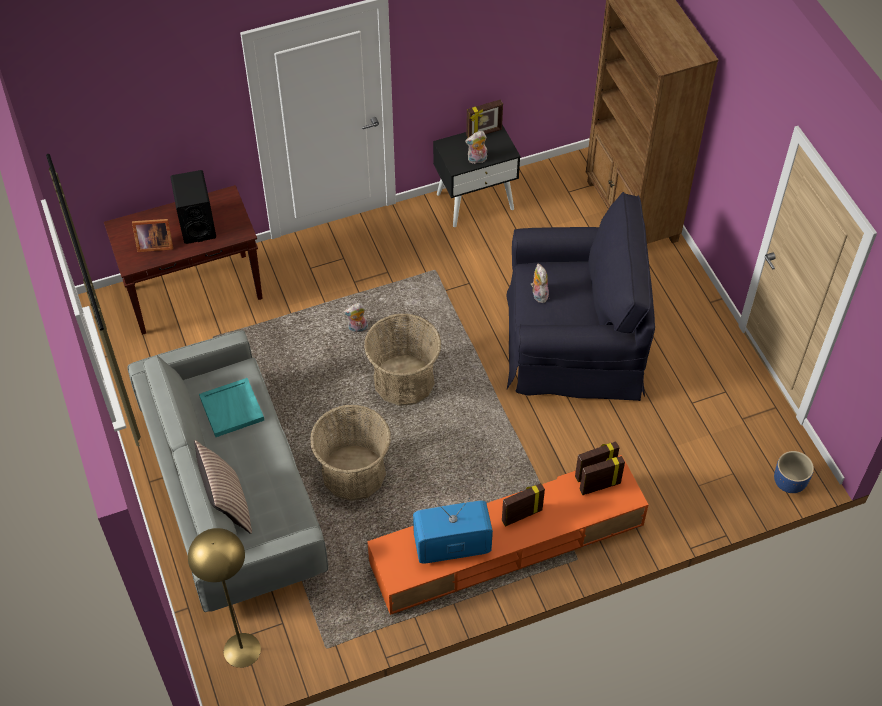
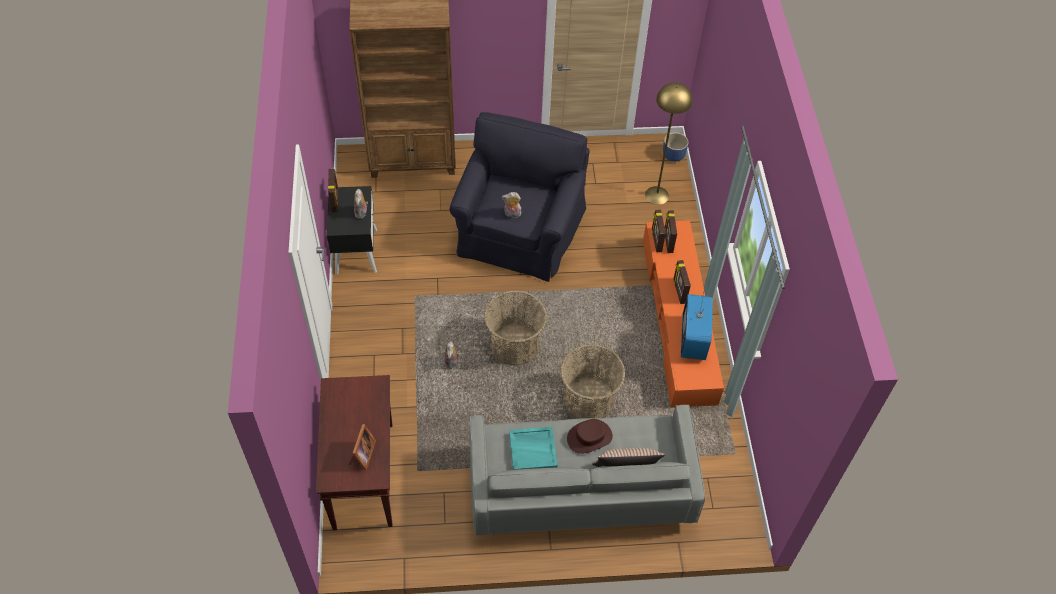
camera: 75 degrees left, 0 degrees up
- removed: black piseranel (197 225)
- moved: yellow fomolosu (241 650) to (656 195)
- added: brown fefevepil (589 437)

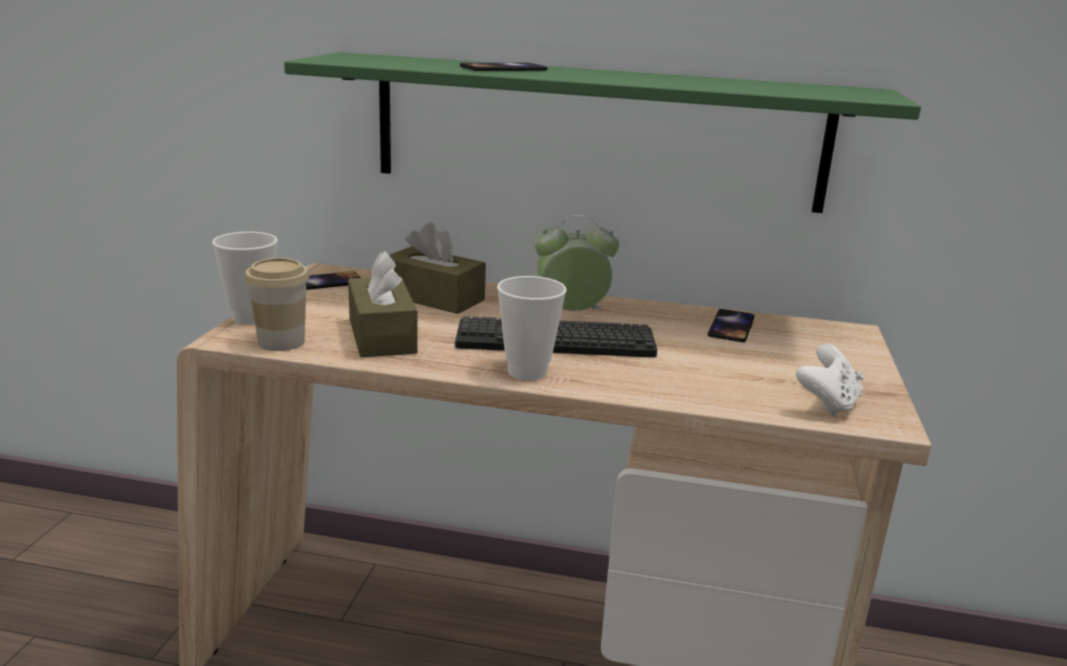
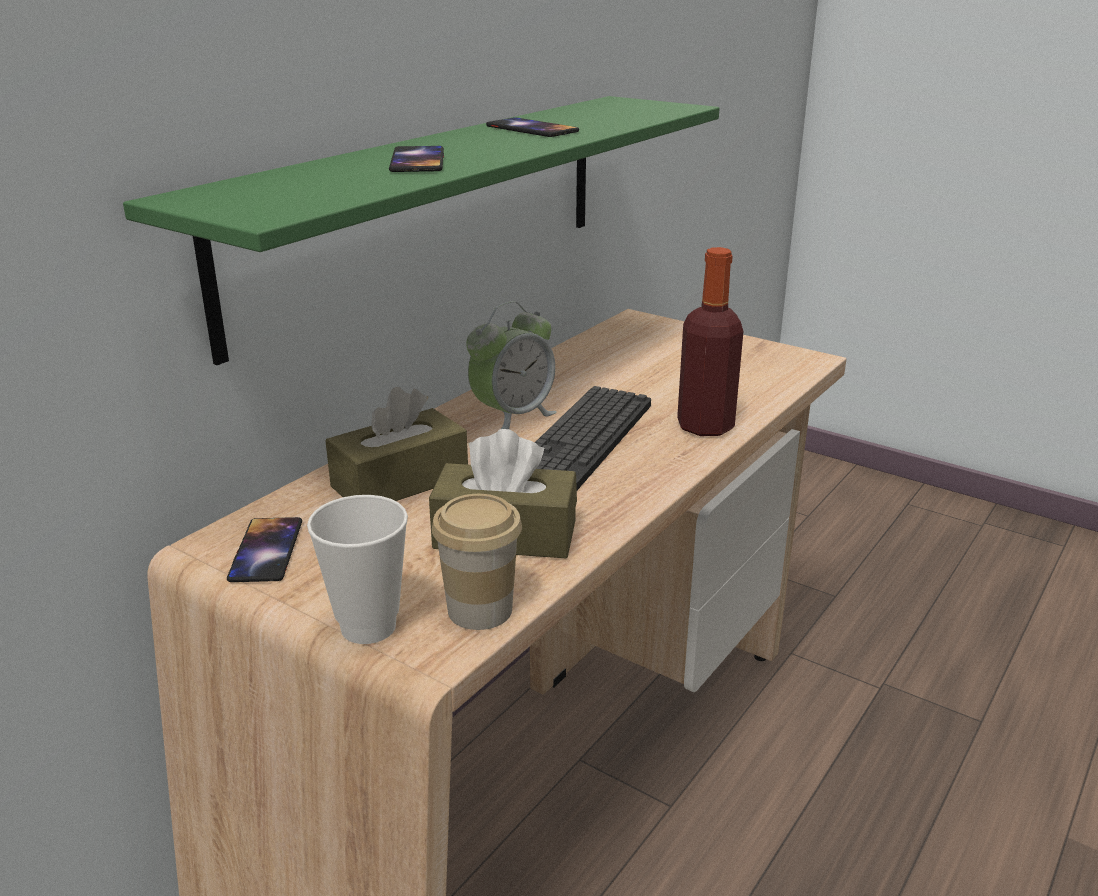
camera: 65 degrees left, 5 degrees up
- removed: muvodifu (527 372)
- turned: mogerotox (571 313) = (513 416) 150 degrees counterclockwise
- moved: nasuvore (731 326) to (532 129)
- removed: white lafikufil (827 404)
- added: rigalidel (705 426)

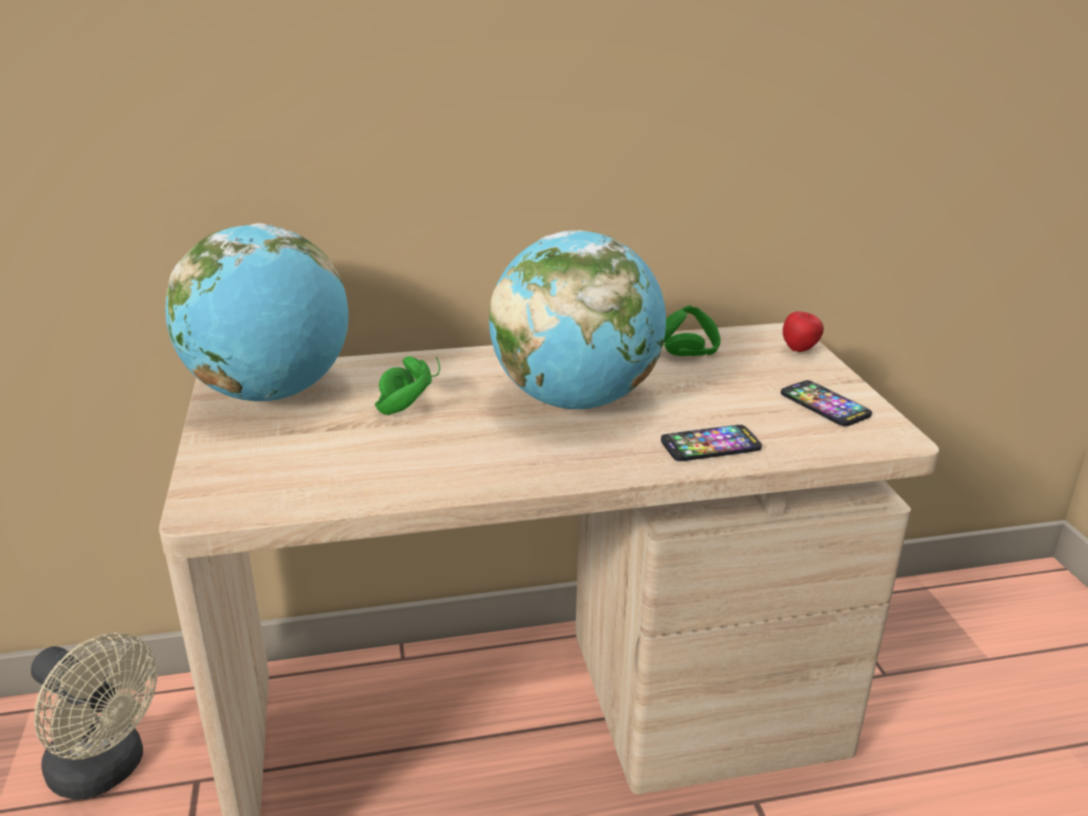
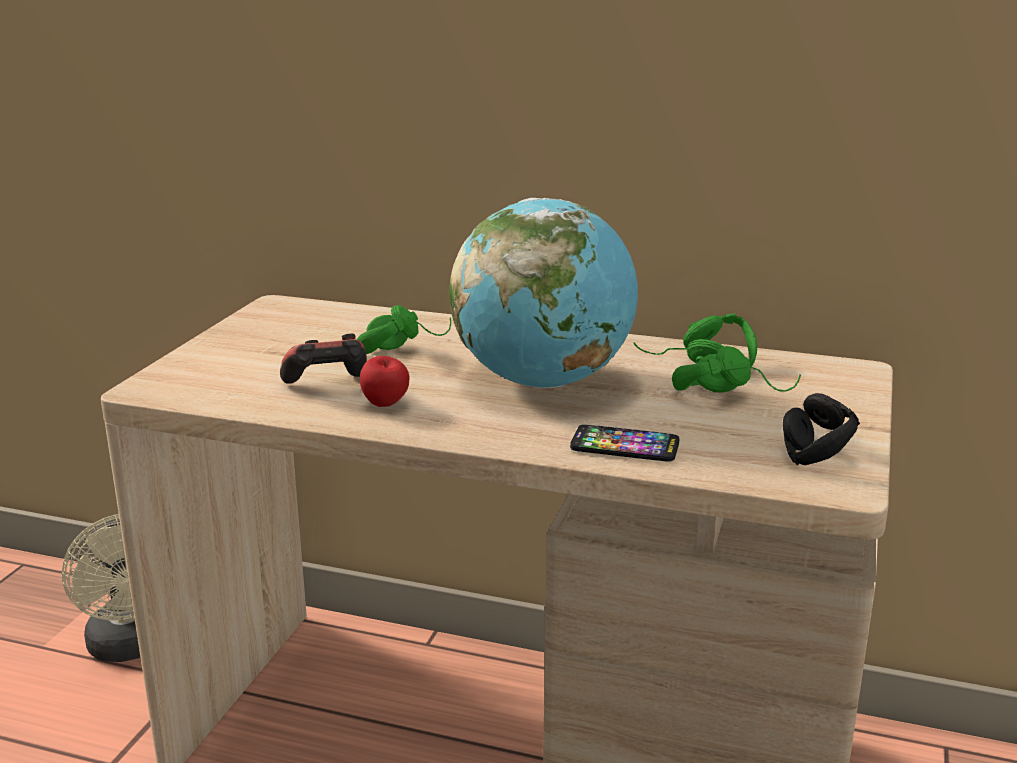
camera: 30 degrees right, 5 degrees down
- removed: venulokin (271 393)
- replaced: nasuvore (824 405) to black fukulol (805 441)
- moved: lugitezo (800 350) to (385 406)
- added: lafikufil (327 386)
- added: green fukulol (731 391)

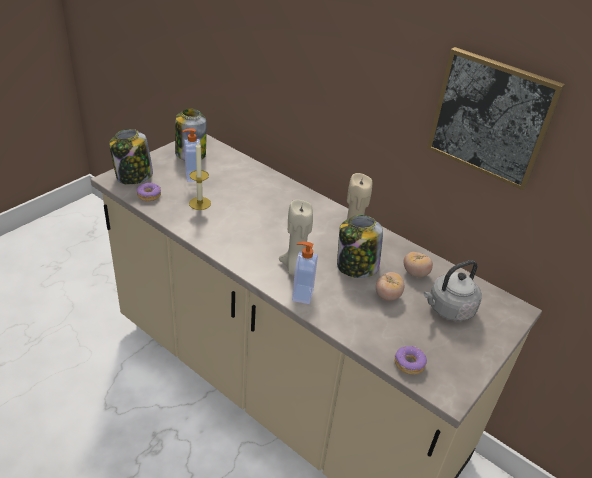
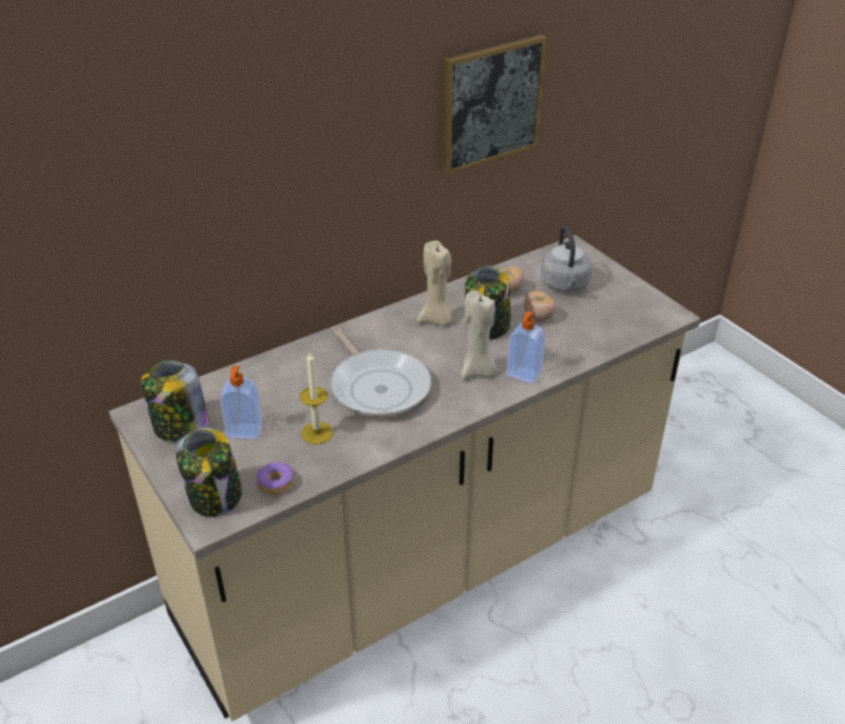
camera: 70 degrees left, 0 degrees up
- removed: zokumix (409 364)
- added: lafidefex (378 386)

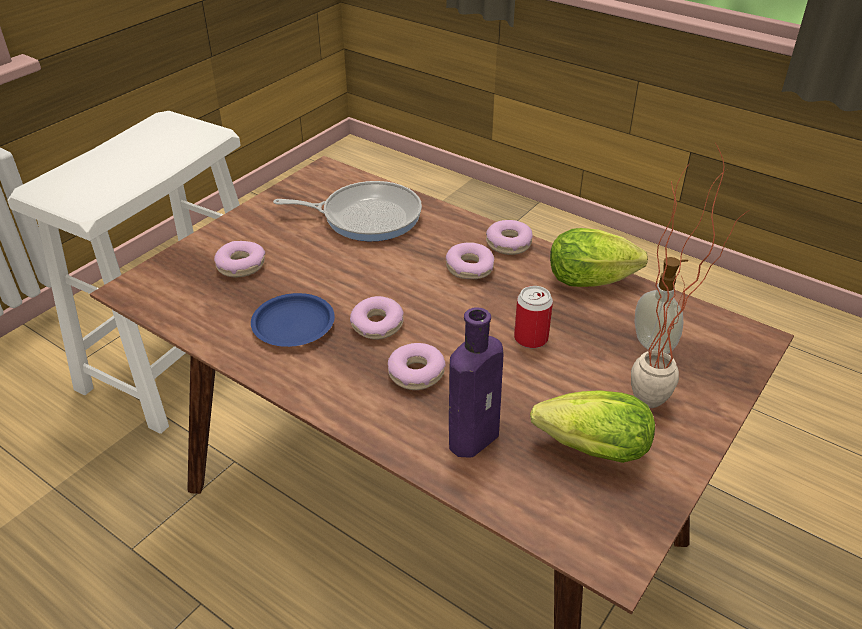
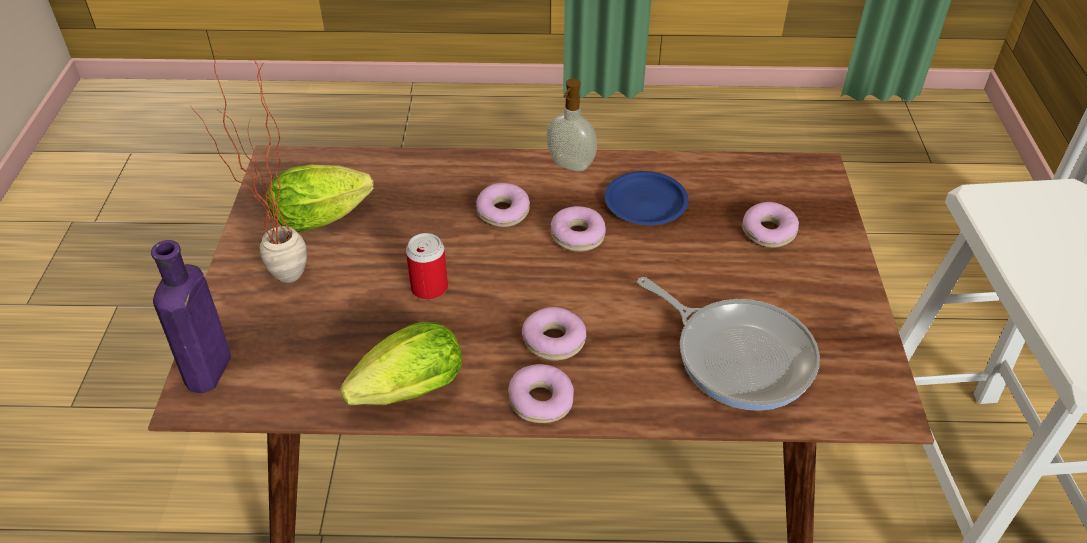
camera: 145 degrees right, 5 degrees up
- turned: lafidefex (366 217) = (738 355) 105 degrees counterclockwise
- moved: purple rigalidel (476 436) to (207 373)
- moved: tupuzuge (654 345) to (570 165)

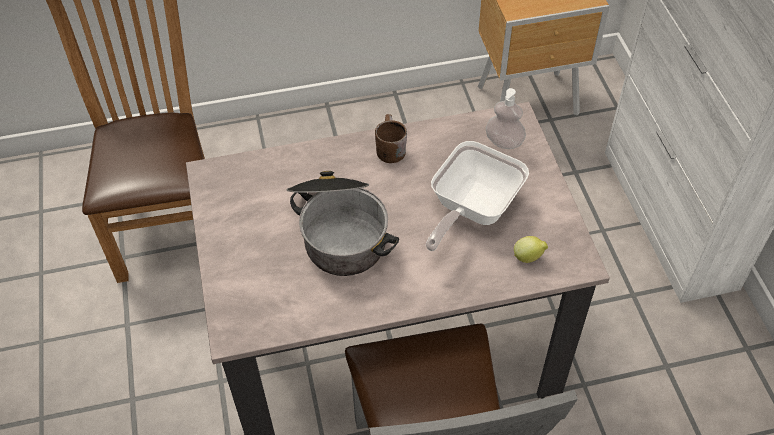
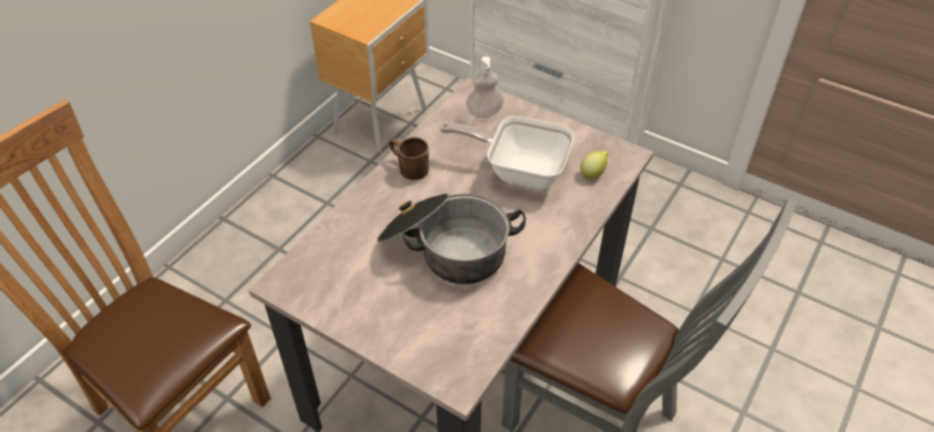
camera: 45 degrees left, 5 degrees down
- turned: lafidefex (471 210) = (519 170) 120 degrees clockwise

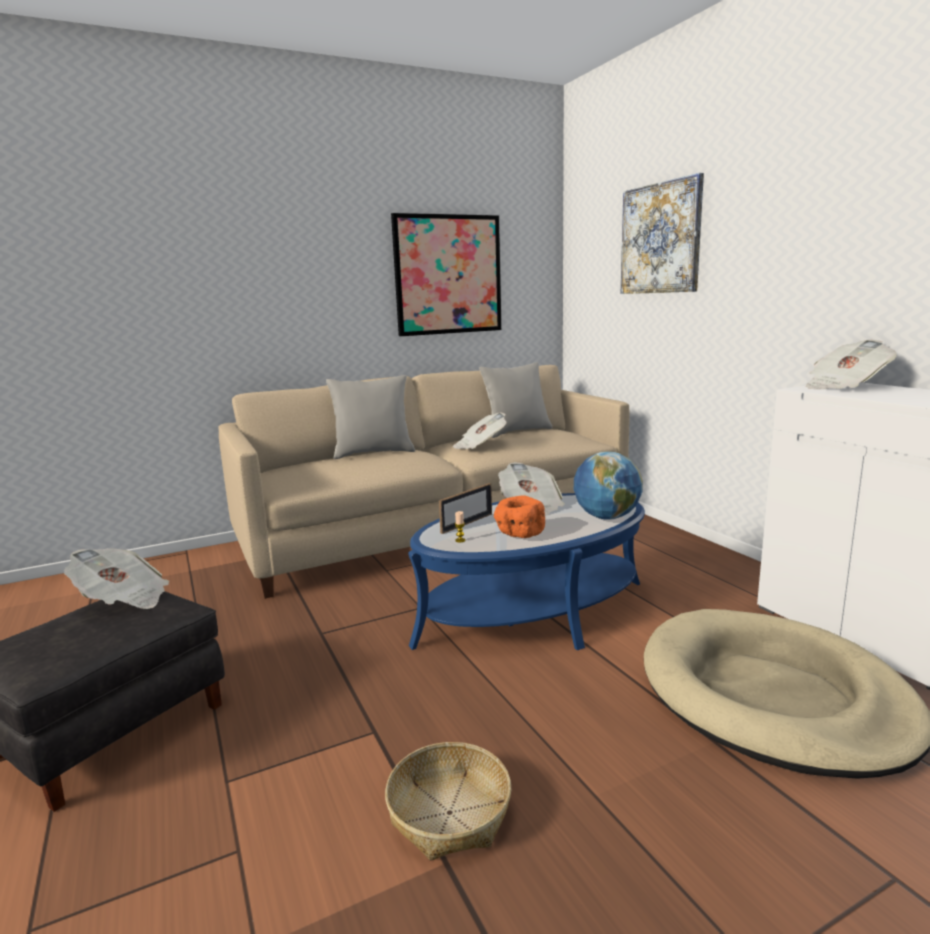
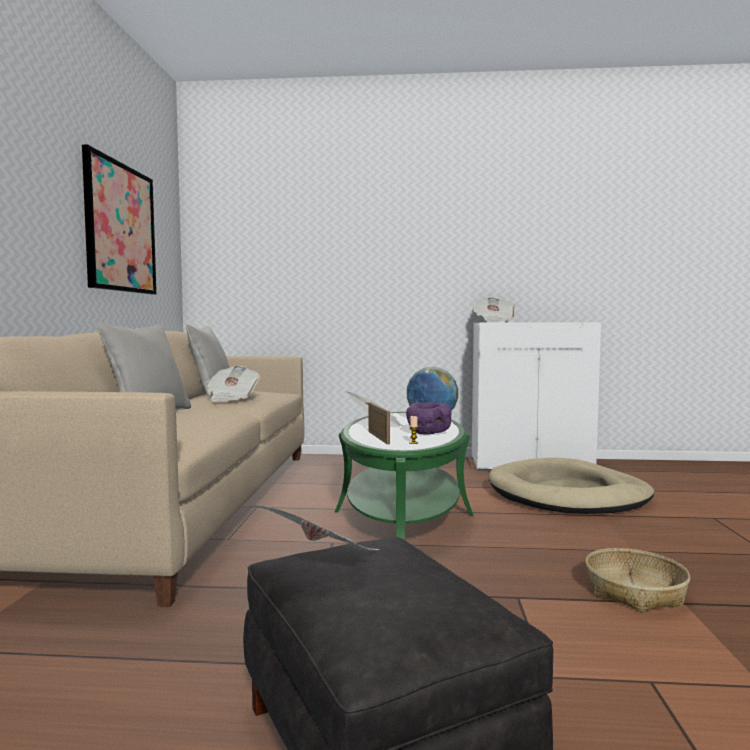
camera: 60 degrees left, 10 degrees down
- recoloured: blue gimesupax (533 612) to green gimesupax (403 513)
- recoloured: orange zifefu (519 534) to purple zifefu (427 433)
- removed: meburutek (660 239)

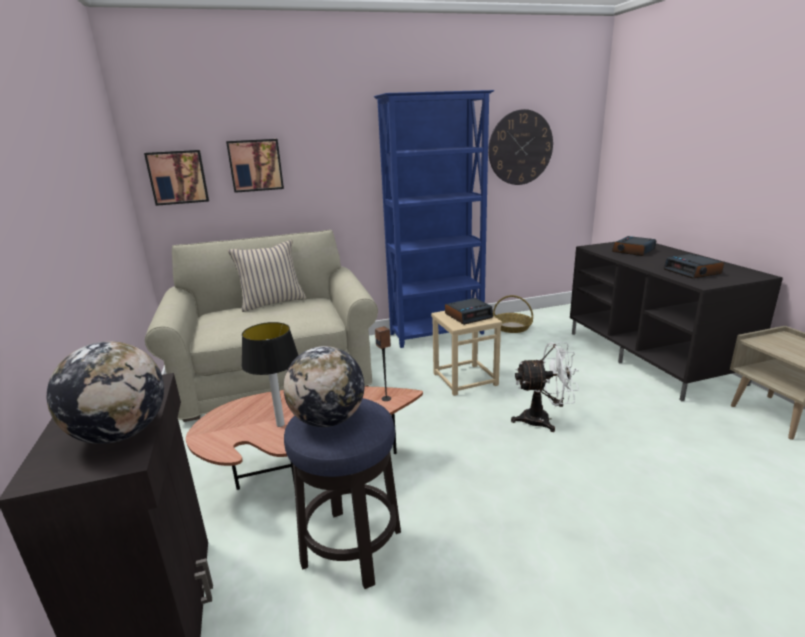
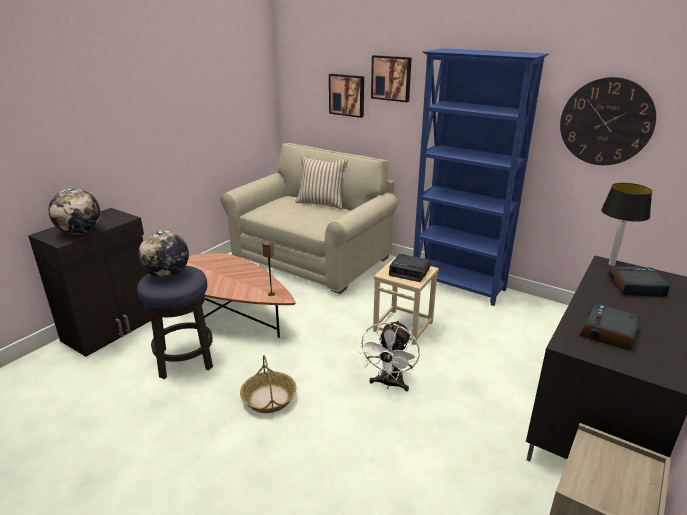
camera: 50 degrees right, 5 degrees up
- moved: meburutek (178 177) to (391 78)
- moved: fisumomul (280 424) to (611 264)
- moved: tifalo (511 327) to (268 398)
- turned: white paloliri (543 420) = (389 384) 60 degrees clockwise

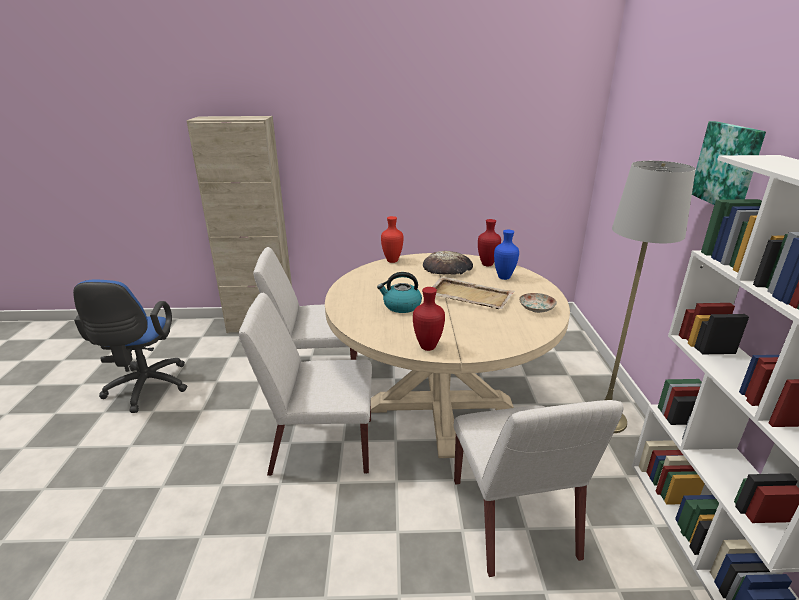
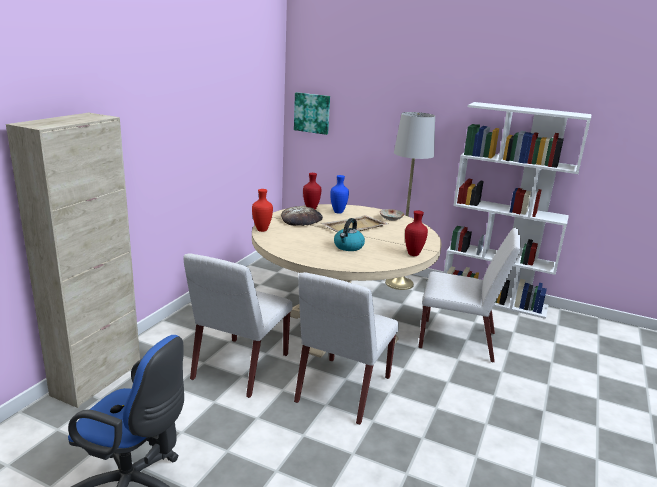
camera: 65 degrees left, 5 degrees down
- moved: meburutek (728 165) to (312 113)

